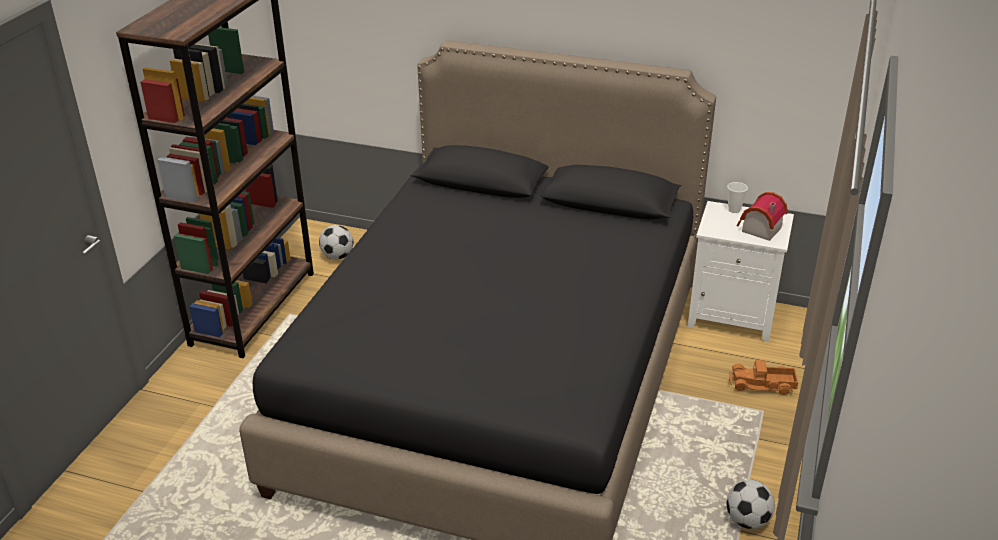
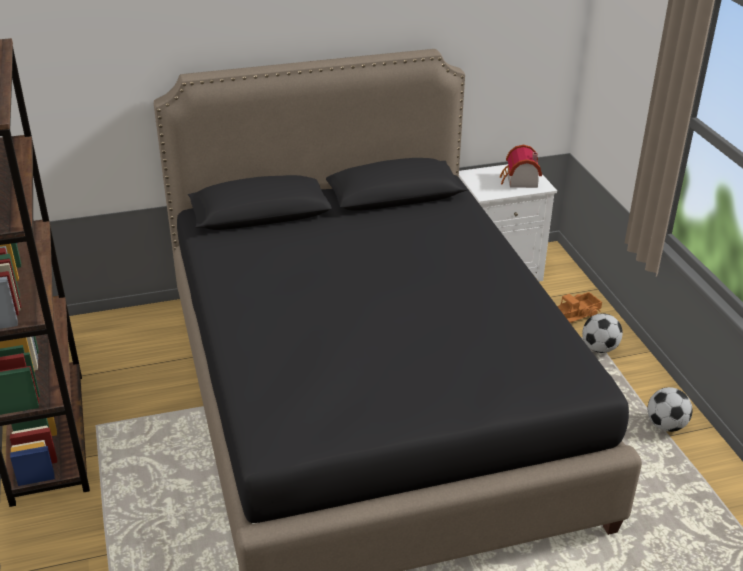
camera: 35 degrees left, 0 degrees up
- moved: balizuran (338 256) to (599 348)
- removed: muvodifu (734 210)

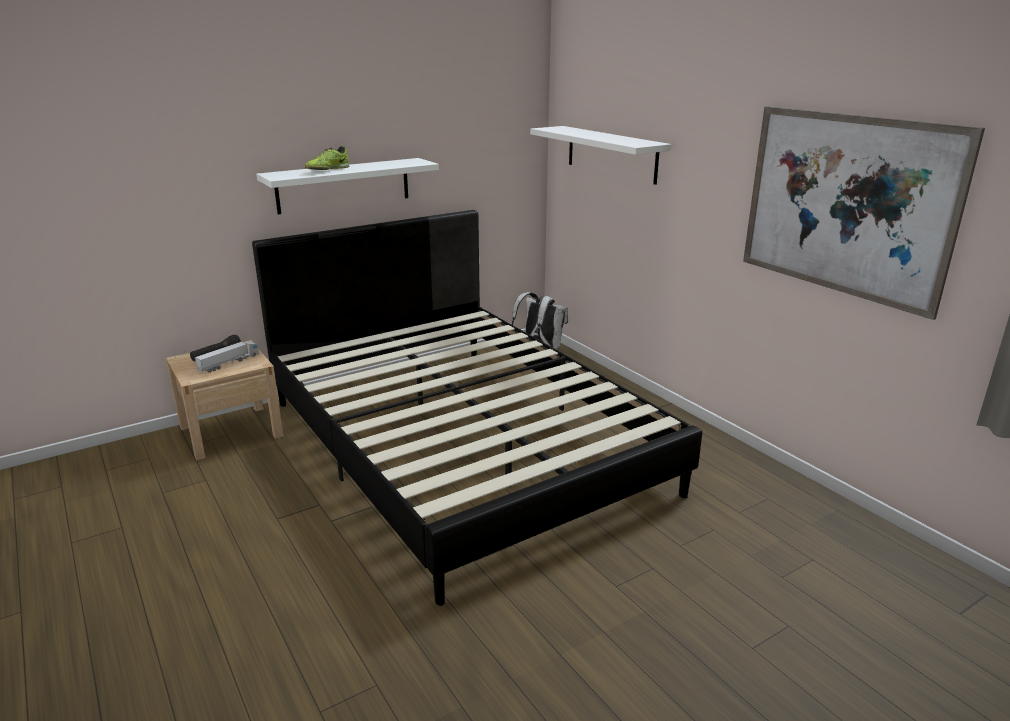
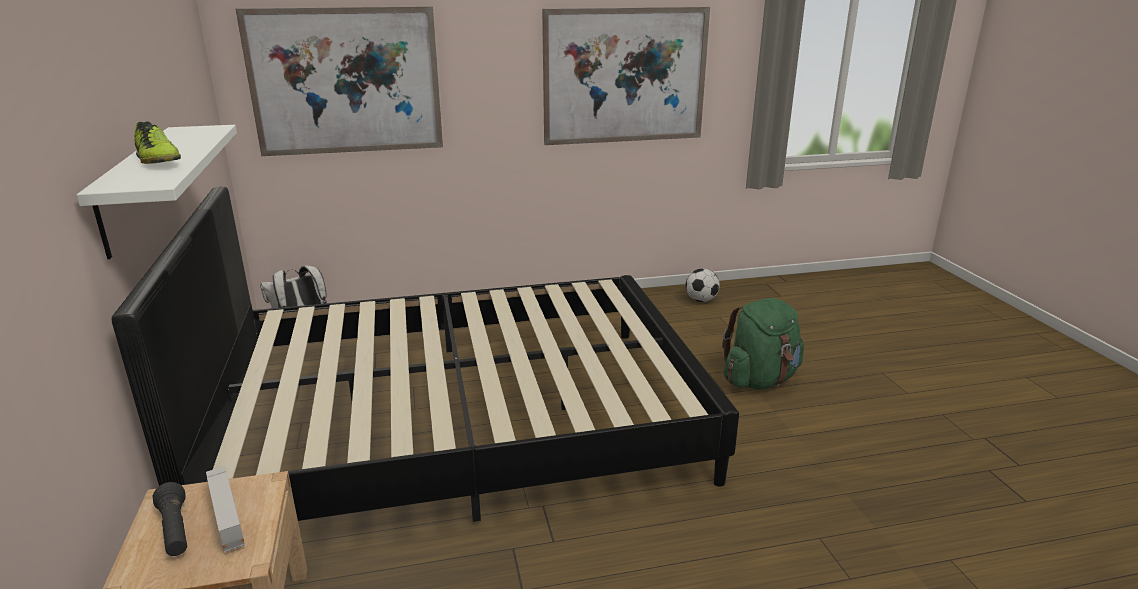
camera: 70 degrees left, 0 degrees up
- replaced: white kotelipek (611 154) to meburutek (346 82)
- added: balizuran (701 300)
- added: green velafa (760 380)

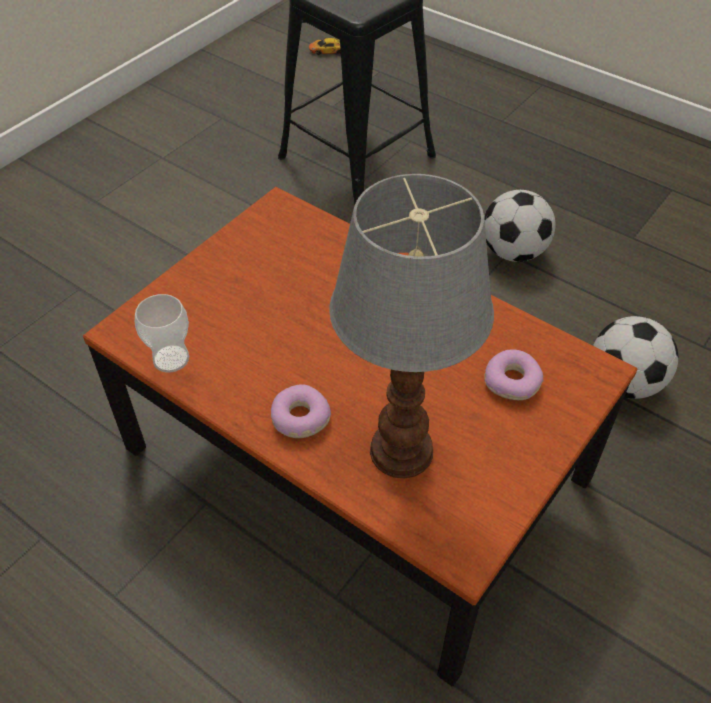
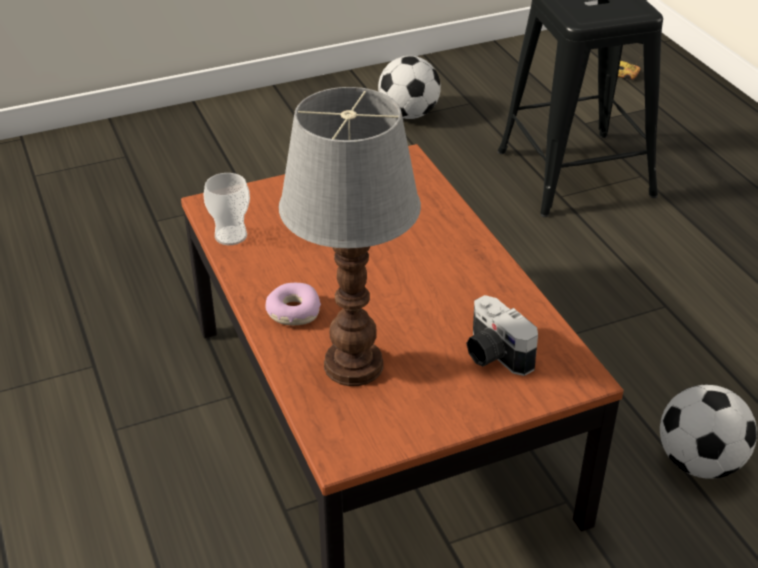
camera: 30 degrees right, 10 degrees down
- moved: balizuran (513 252) to (408 114)
- replaced: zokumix (512 381) to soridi (494 355)

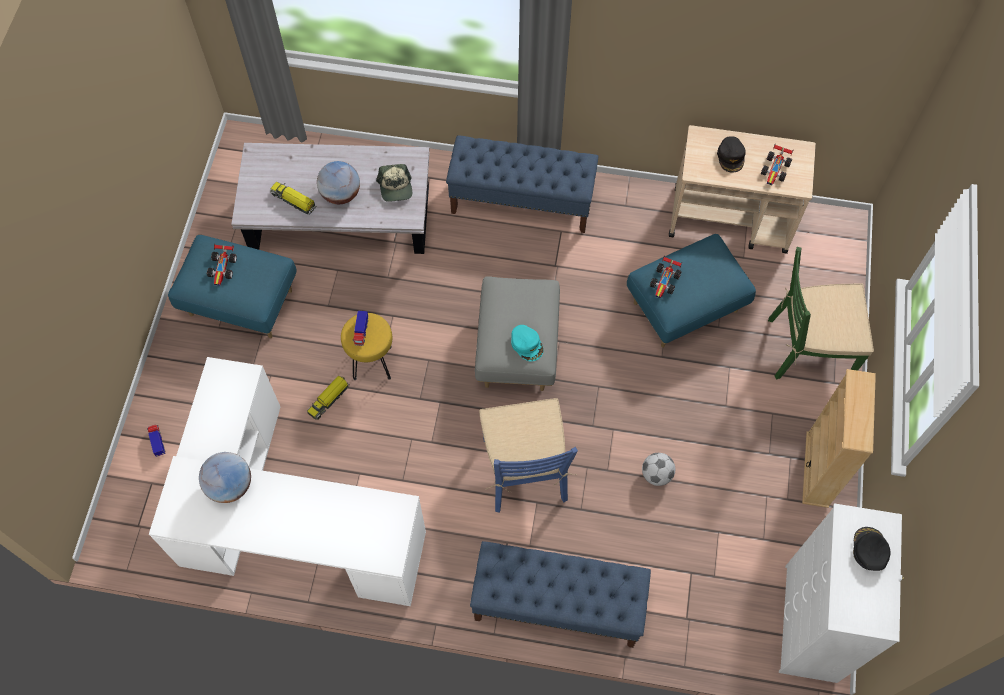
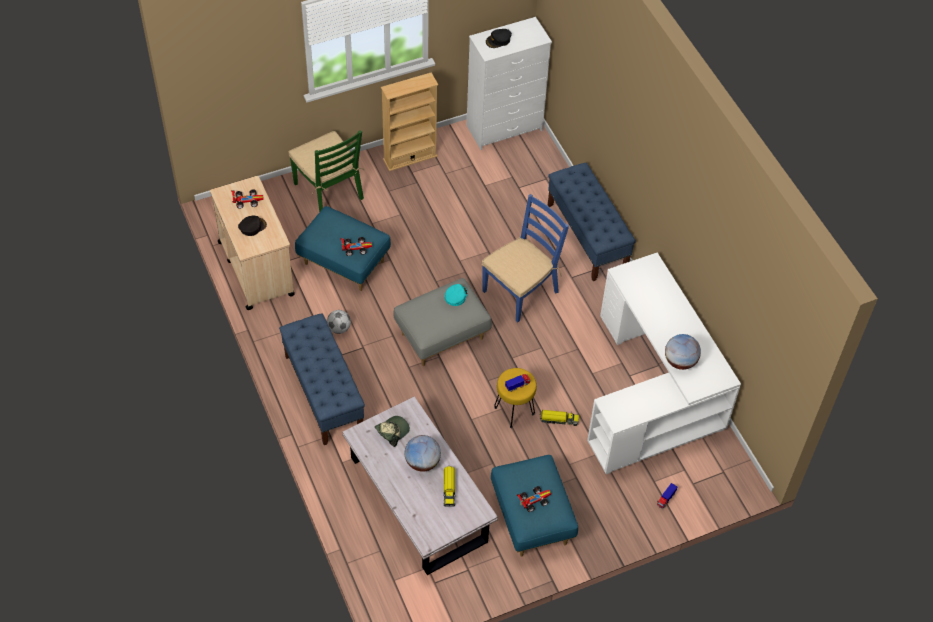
camera: 125 degrees left, 10 degrees down
- moved: balizuran (656 474) to (339 328)

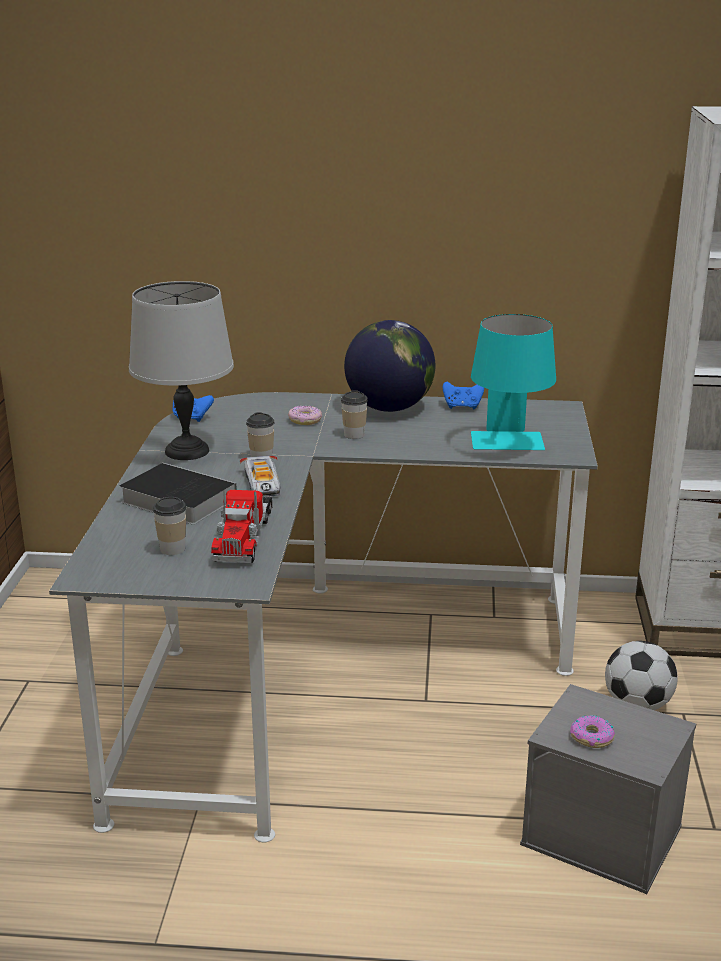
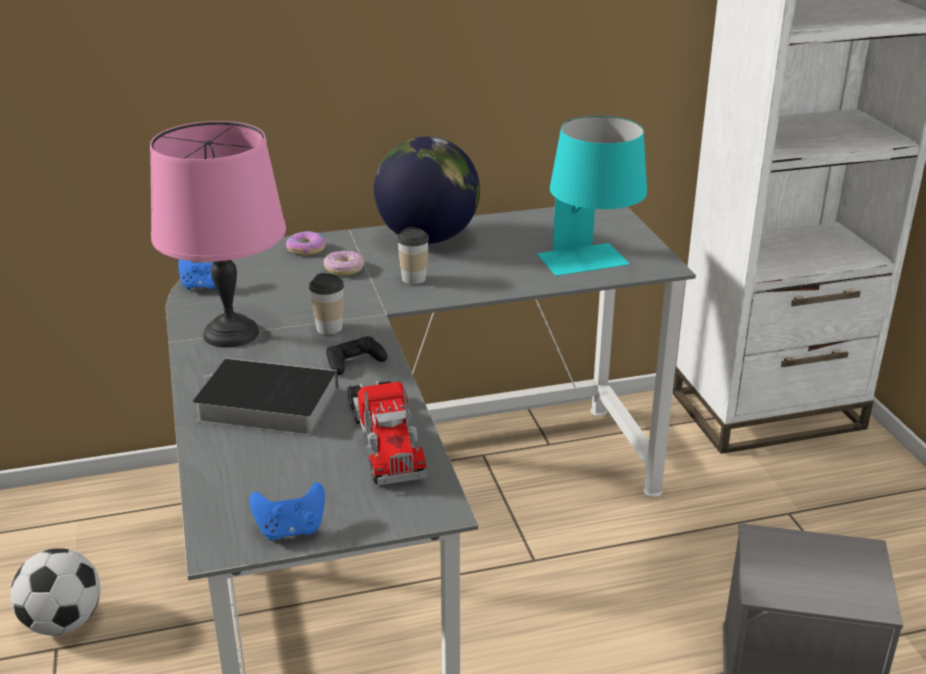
camera: 20 degrees left, 5 degrees up
- recoloured: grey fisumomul (186 451) to pink fisumomul (230 333)
- removed: muvodifu (172 549)
- replaced: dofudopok (262 483) to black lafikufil (354 362)
- moved: blue lafikufil (462 407) to (291 530)
- moved: zokumix (591 737) to (306 249)
- moved: balizuran (637 705) to (63 622)

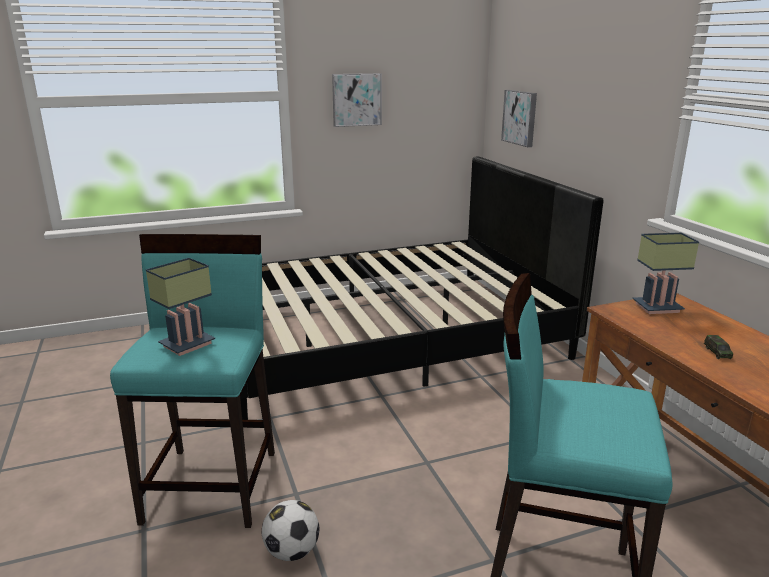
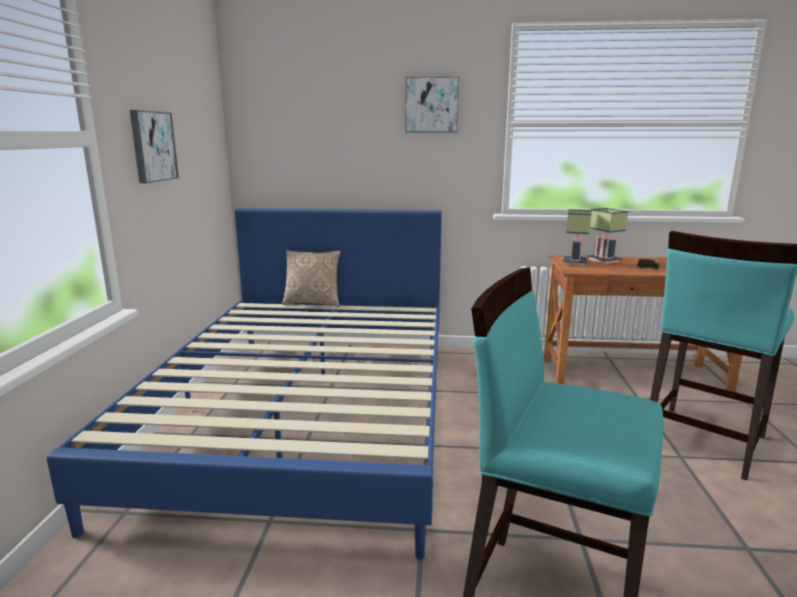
camera: 65 degrees left, 5 degrees down
- moved: fisumomul (188 343) to (601 260)
- recoloured: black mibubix (383 338) to blue mibubix (309 414)
- removed: balizuran (292 551)
- moved: meburutek (520 117) to (432 105)
- added: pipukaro (313 303)

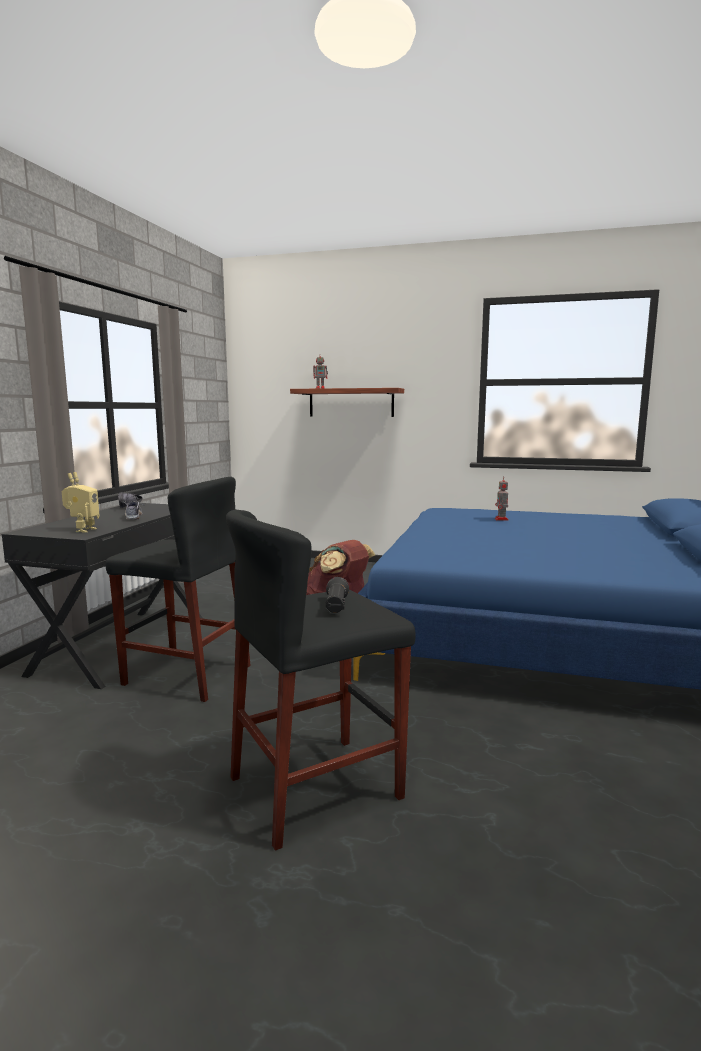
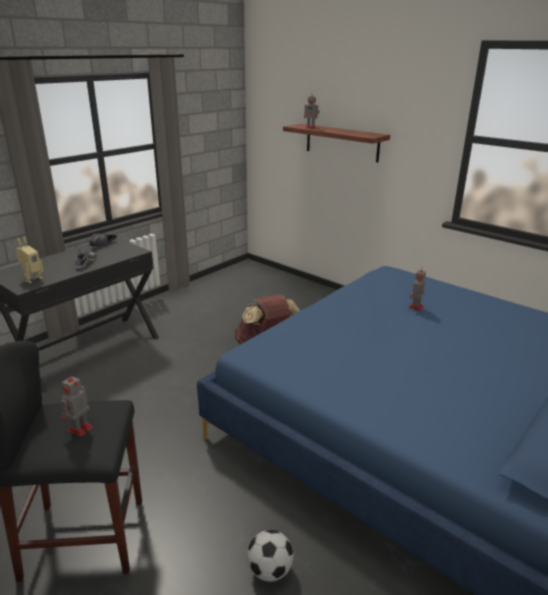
camera: 25 degrees right, 15 degrees up
- removed: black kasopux (187 675)
- replaced: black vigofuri (336 607) to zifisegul (79 429)
- added: balizuran (270 570)

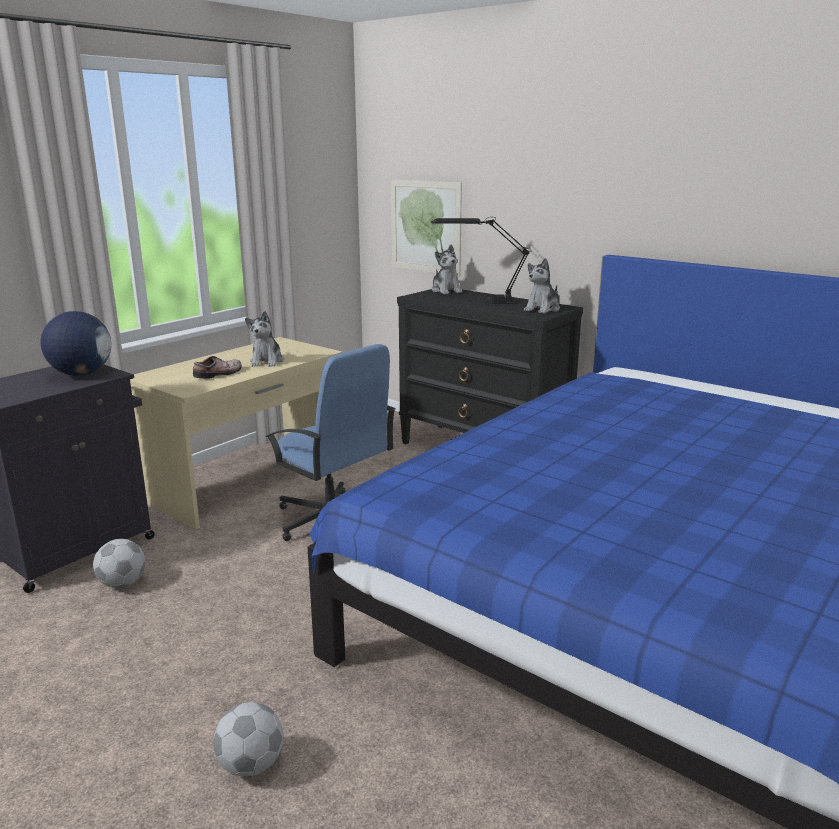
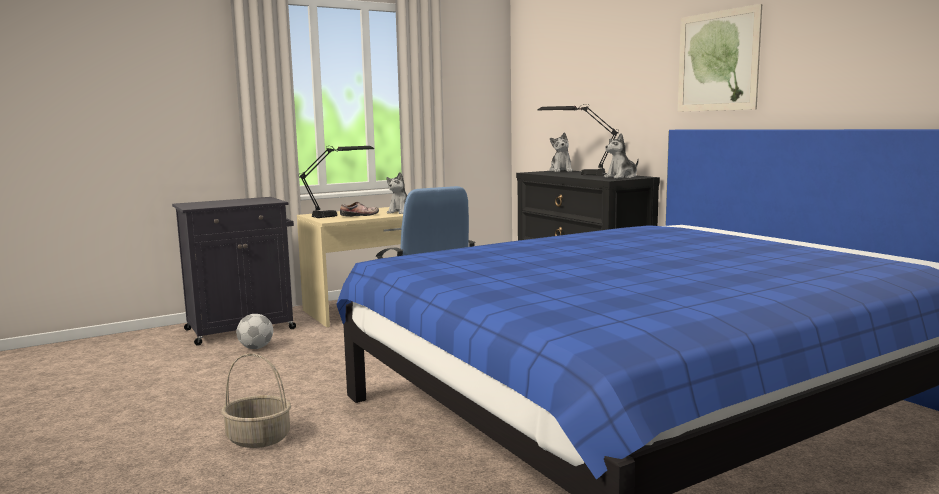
camera: 20 degrees right, 10 degrees down
- removed: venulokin (81 374)
- replaced: balizuran (250 765) to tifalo (258 438)
- moved: meburutek (425 227) to (717 61)
- added: black fisumomul (340 215)

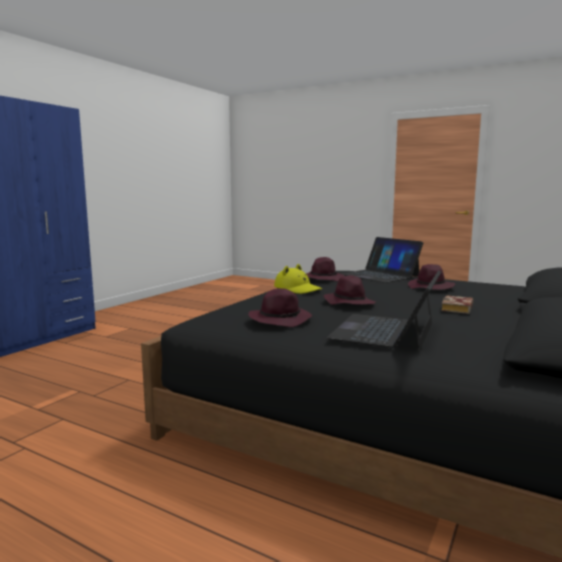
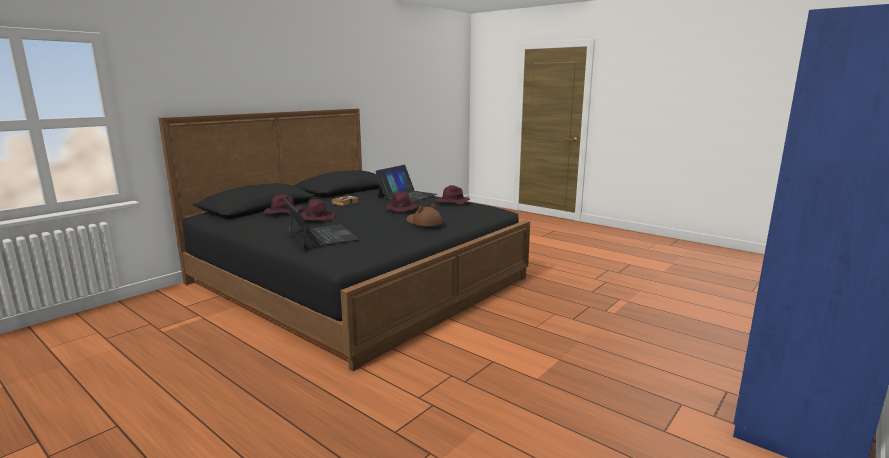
camera: 170 degrees left, 5 degrees up
- recoloured: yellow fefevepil (297 289) to brown fefevepil (423 222)
- moved: purple fefevepil (323 278) to (282 212)

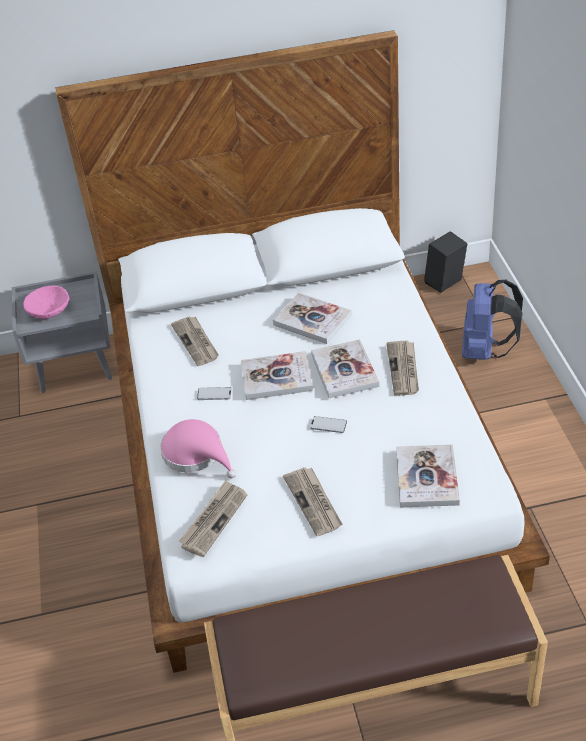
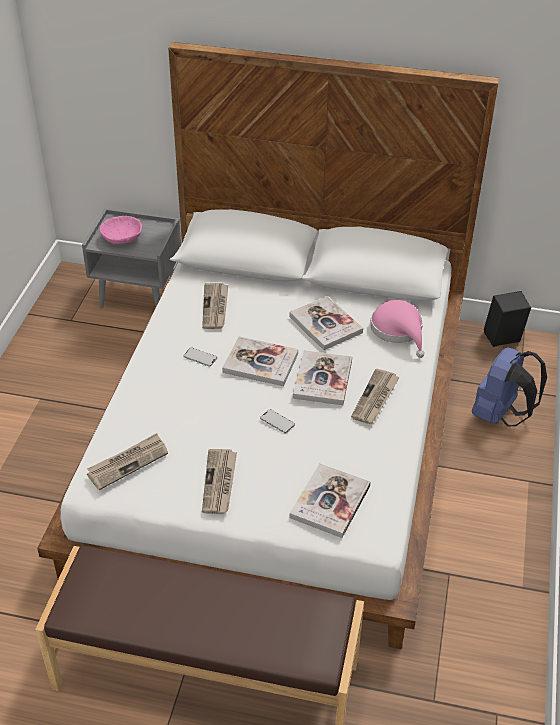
camera: 20 degrees right, 0 degrees up
- moved: pink fefevepil (196 454) to (398 330)

